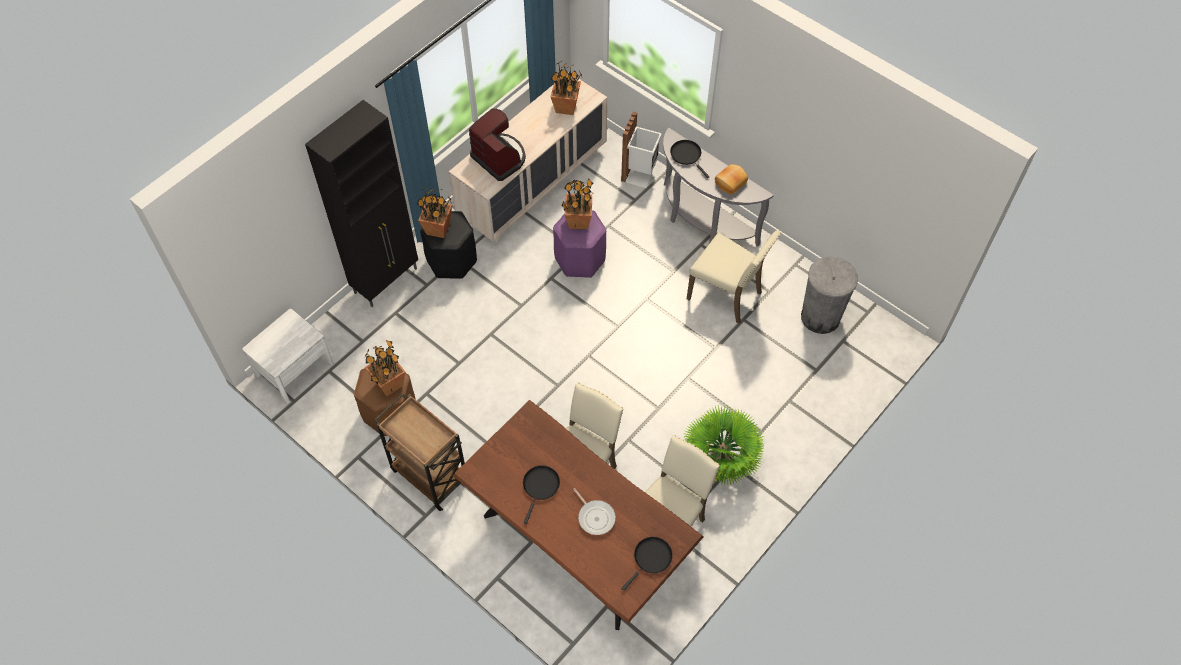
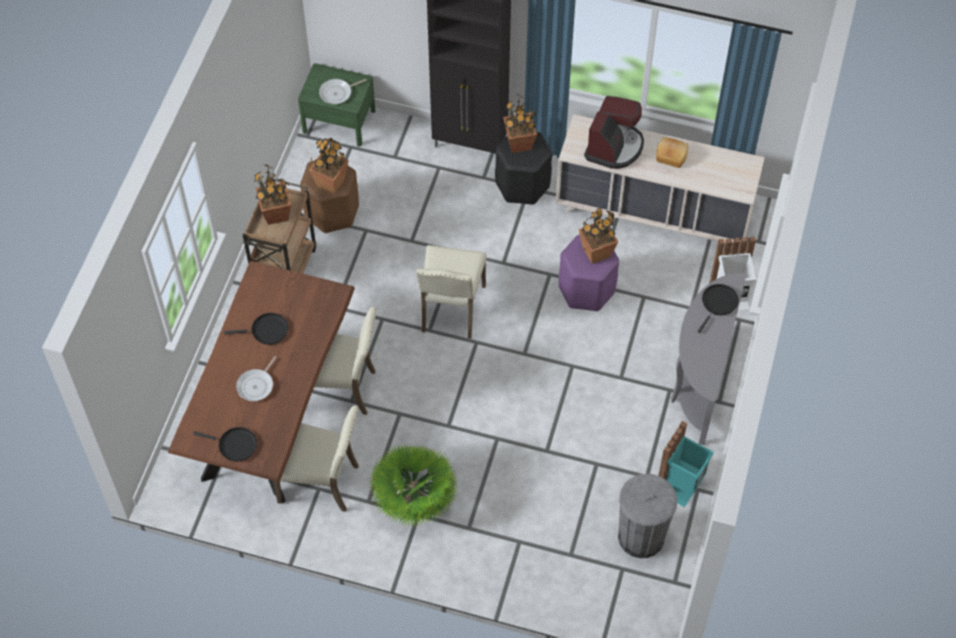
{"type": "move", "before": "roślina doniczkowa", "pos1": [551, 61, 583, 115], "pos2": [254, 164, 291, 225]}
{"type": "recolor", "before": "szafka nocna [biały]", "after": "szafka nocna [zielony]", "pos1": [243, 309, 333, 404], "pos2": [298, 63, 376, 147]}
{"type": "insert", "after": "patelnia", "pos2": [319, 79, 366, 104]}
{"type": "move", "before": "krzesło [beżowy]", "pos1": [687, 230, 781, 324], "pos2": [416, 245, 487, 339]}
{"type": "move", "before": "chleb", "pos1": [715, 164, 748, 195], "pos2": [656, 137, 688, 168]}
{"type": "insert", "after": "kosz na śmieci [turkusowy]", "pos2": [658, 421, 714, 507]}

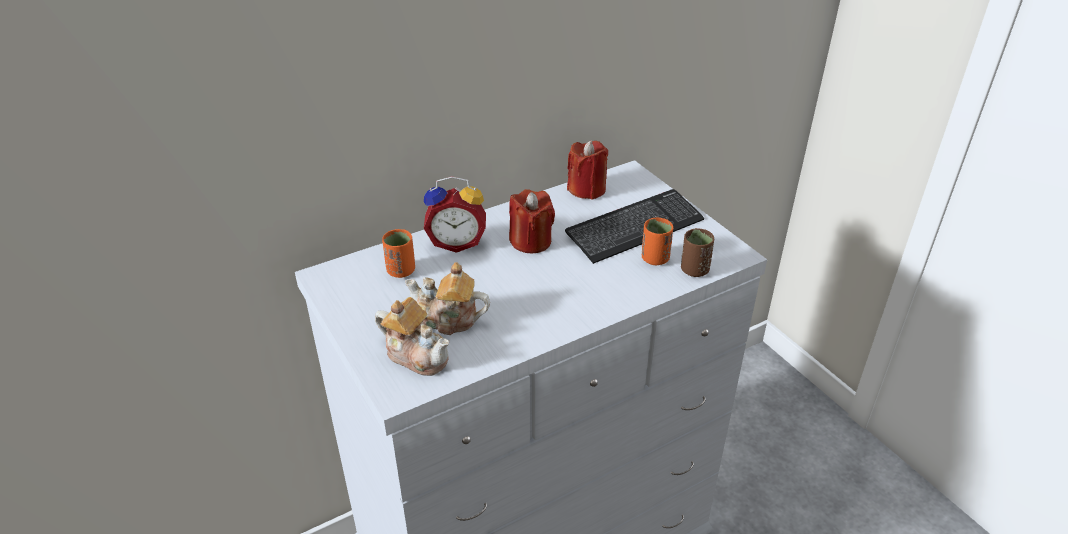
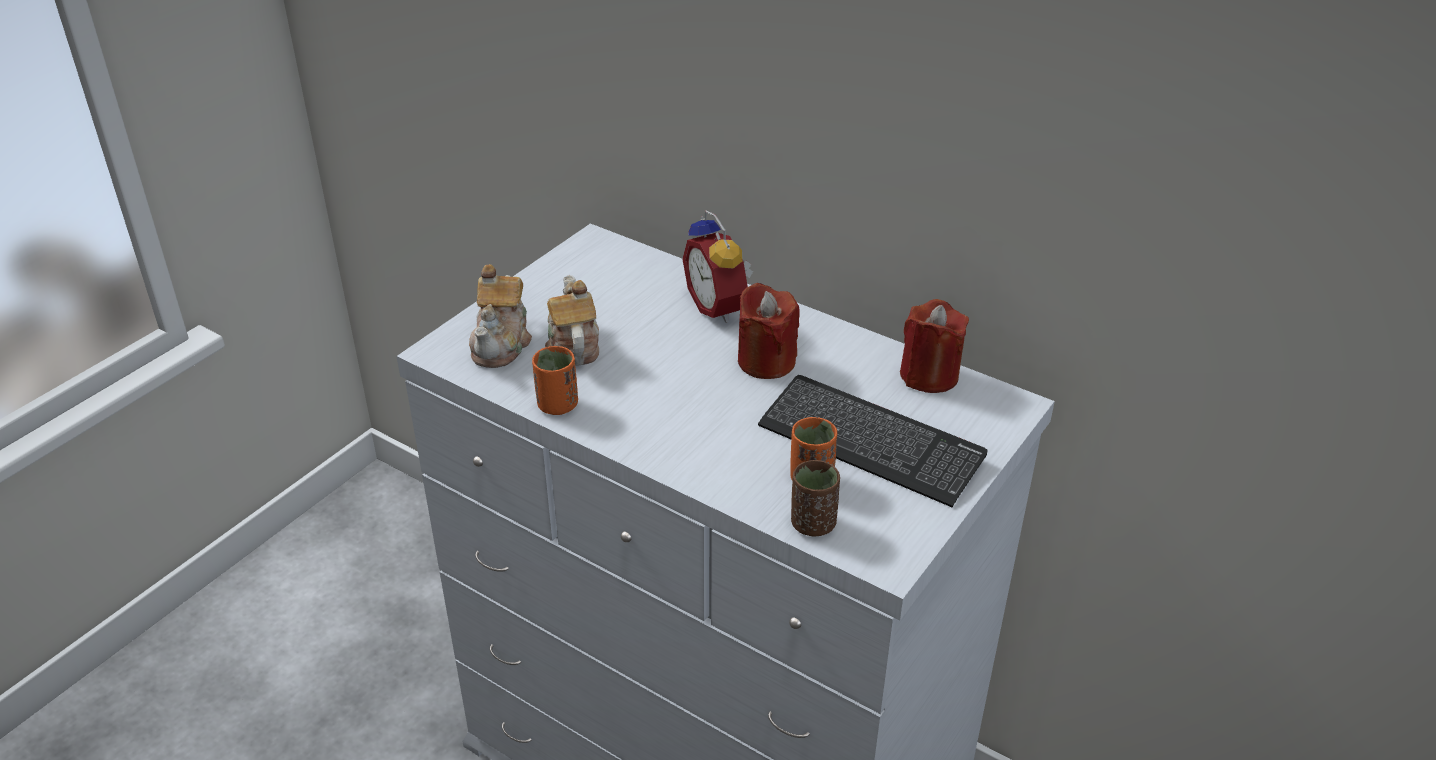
{"type": "move", "before": "filiżanka [pomarańczowy]", "pos1": [382, 229, 415, 278], "pos2": [532, 346, 578, 415]}

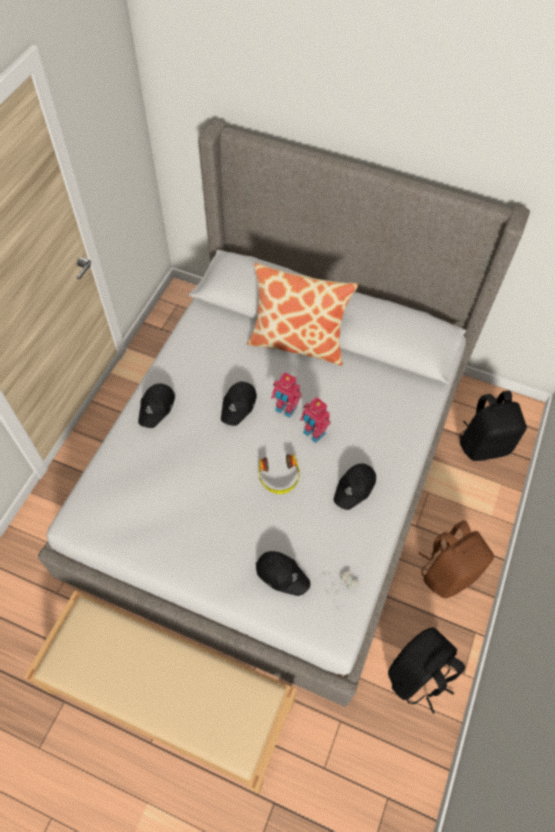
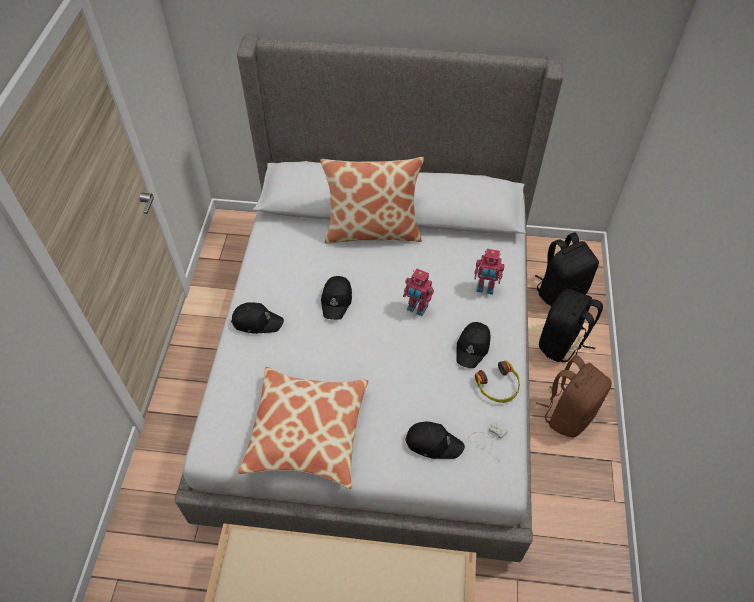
{"type": "rotate", "before": "czapka z daszkiem [czarny]", "pos1": [138, 383, 175, 428], "pos2": [231, 302, 284, 334], "turn": -90}
{"type": "insert", "after": "poduszka", "pos2": [238, 367, 368, 489]}
{"type": "move", "before": "robot zabawkowy", "pos1": [271, 372, 302, 418], "pos2": [474, 249, 505, 295]}
{"type": "move", "before": "słuchawki", "pos1": [259, 454, 300, 494], "pos2": [475, 360, 520, 403]}
{"type": "move", "before": "plecak [czarny]", "pos1": [388, 628, 465, 714], "pos2": [539, 289, 603, 362]}

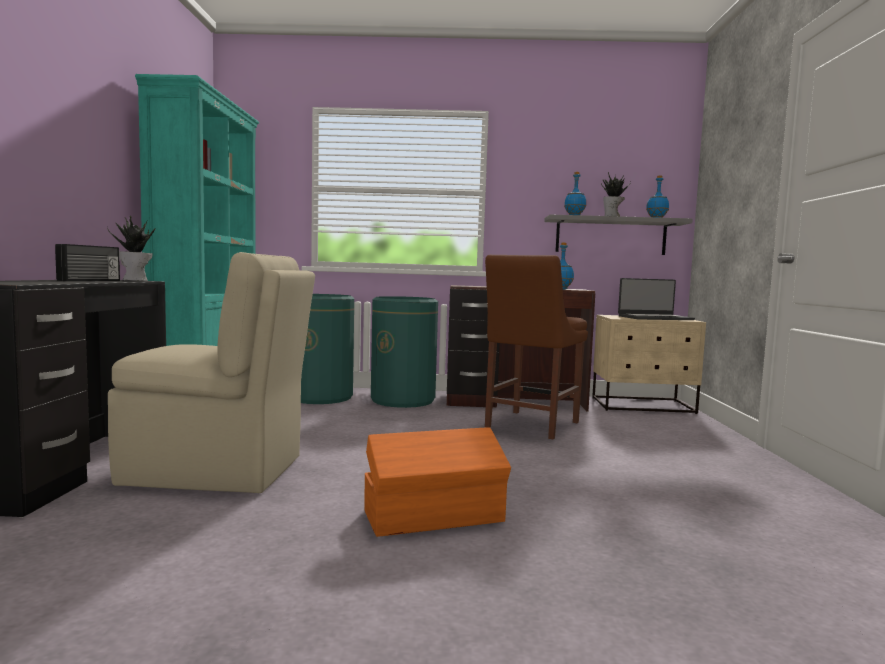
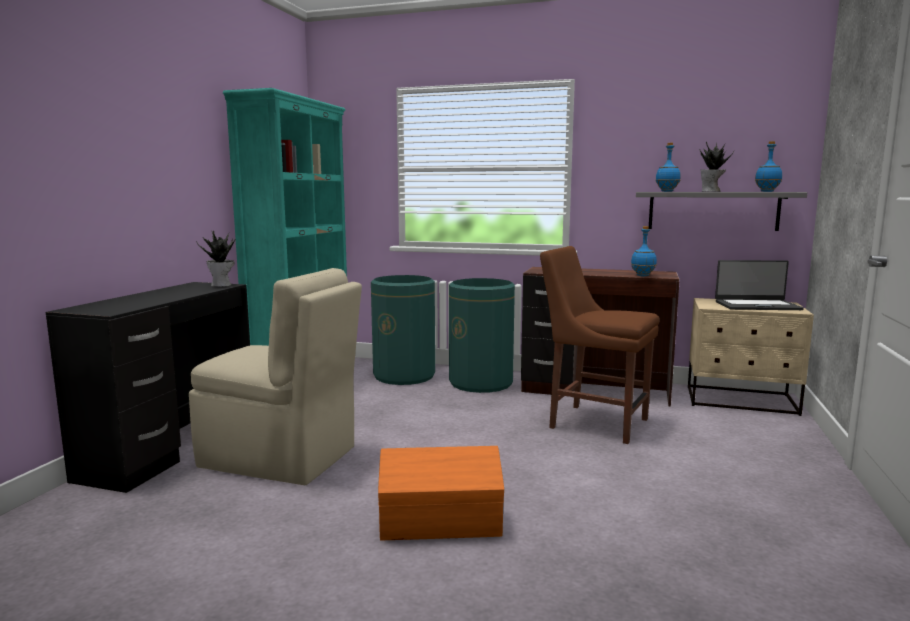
{"type": "rotate", "before": "krzesło [brązowy]", "pos1": [485, 255, 588, 439], "pos2": [540, 246, 660, 444], "turn": 75}
{"type": "delete", "before": "radio", "pos1": [55, 244, 120, 281]}

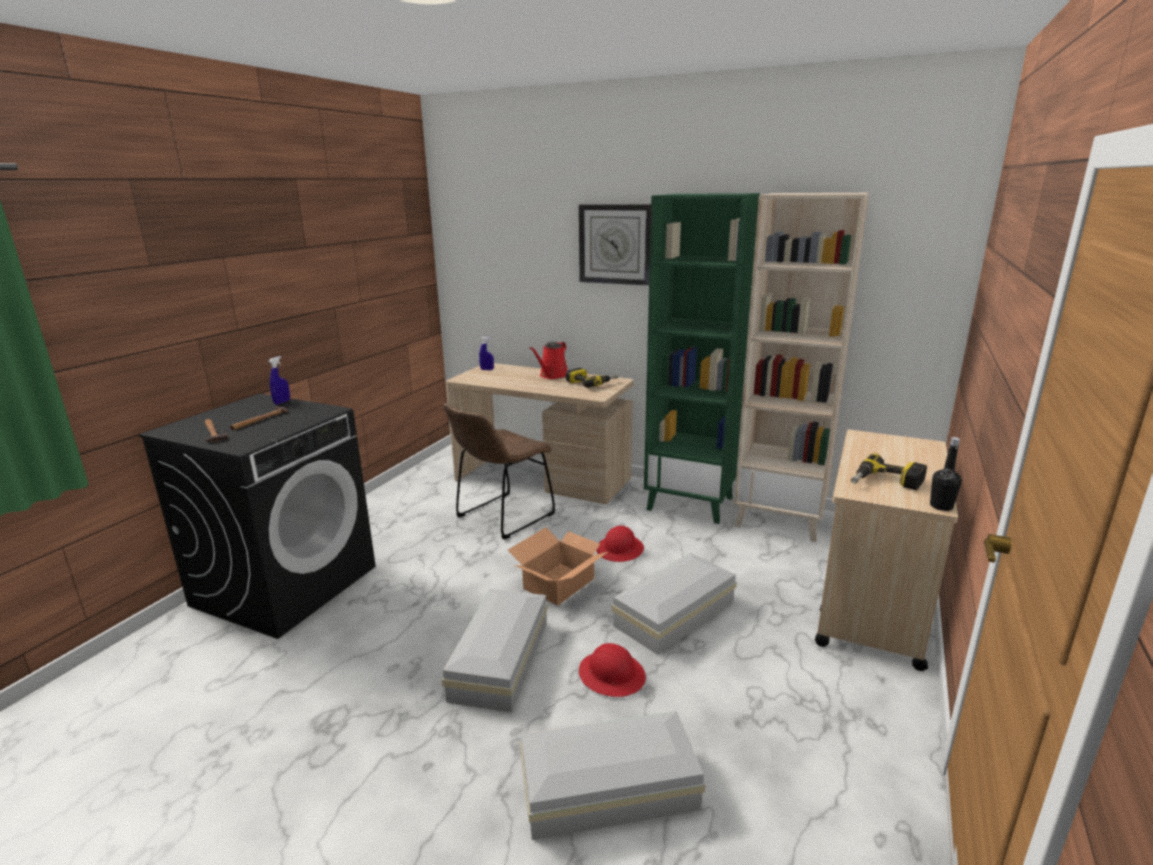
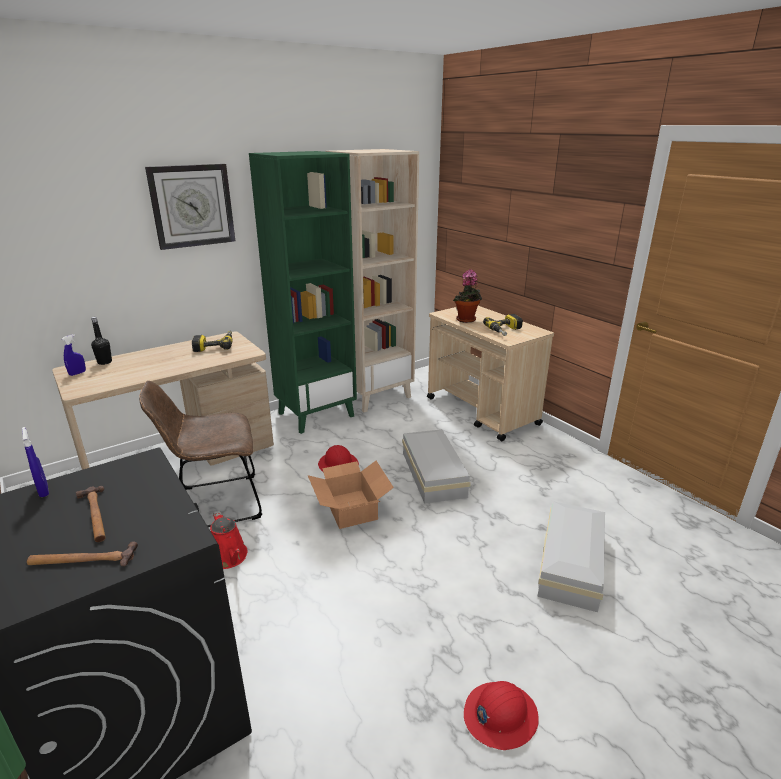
{"type": "move", "before": "butelka [czarny]", "pos1": [930, 437, 962, 511], "pos2": [91, 317, 112, 365]}
{"type": "rotate", "before": "krzesło [brązowy]", "pos1": [443, 403, 555, 539], "pos2": [139, 381, 262, 527], "turn": 90}
{"type": "move", "before": "konewka [czerwony]", "pos1": [529, 341, 567, 379], "pos2": [210, 511, 248, 569]}
{"type": "insert", "after": "roślina doniczkowa", "pos2": [453, 269, 482, 323]}
{"type": "move", "before": "kask [czerwony]", "pos1": [579, 643, 646, 697], "pos2": [464, 681, 539, 750]}
{"type": "delete", "before": "pojemnik do przechowywania [biały]", "pos1": [442, 589, 548, 712]}

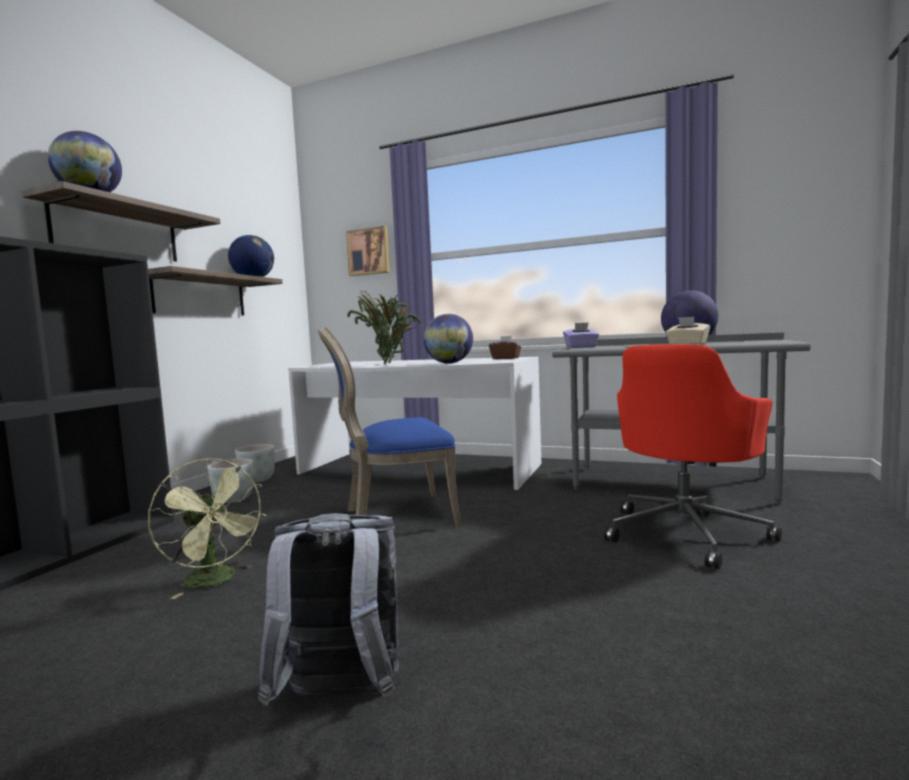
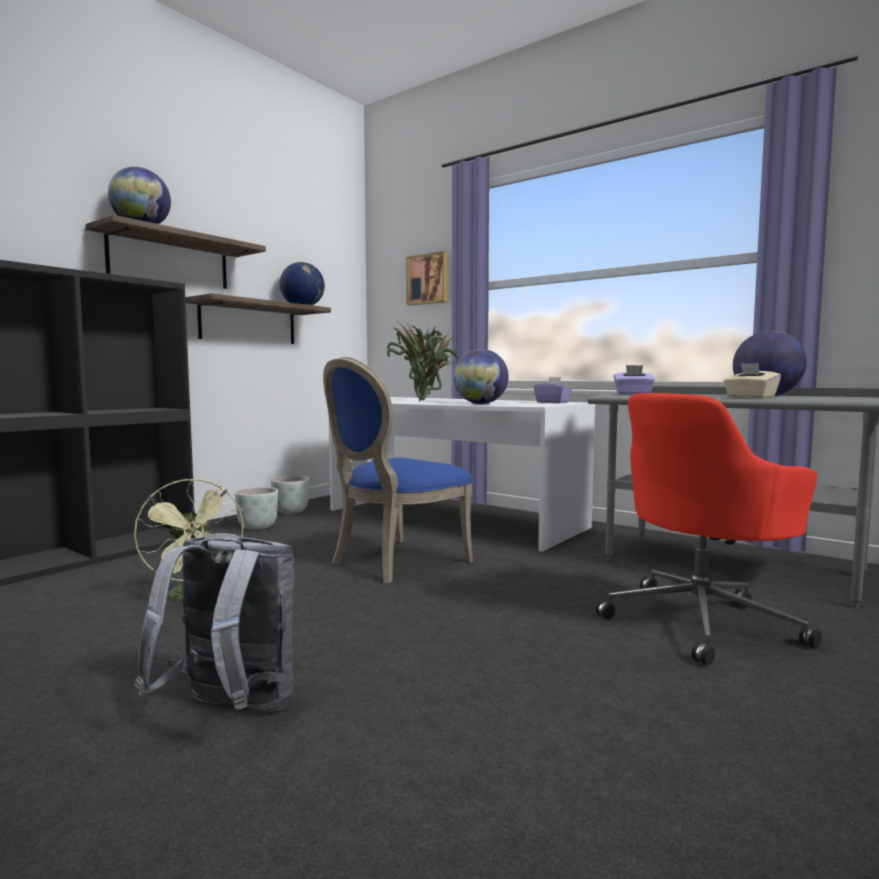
{"type": "rotate", "before": "krzesło [niebieski]", "pos1": [318, 327, 462, 527], "pos2": [323, 357, 473, 583], "turn": -45}
{"type": "recolor", "before": "pudełko chusteczek [brązowy]", "after": "pudełko chusteczek [fioletowy]", "pos1": [489, 336, 521, 359], "pos2": [534, 377, 572, 403]}

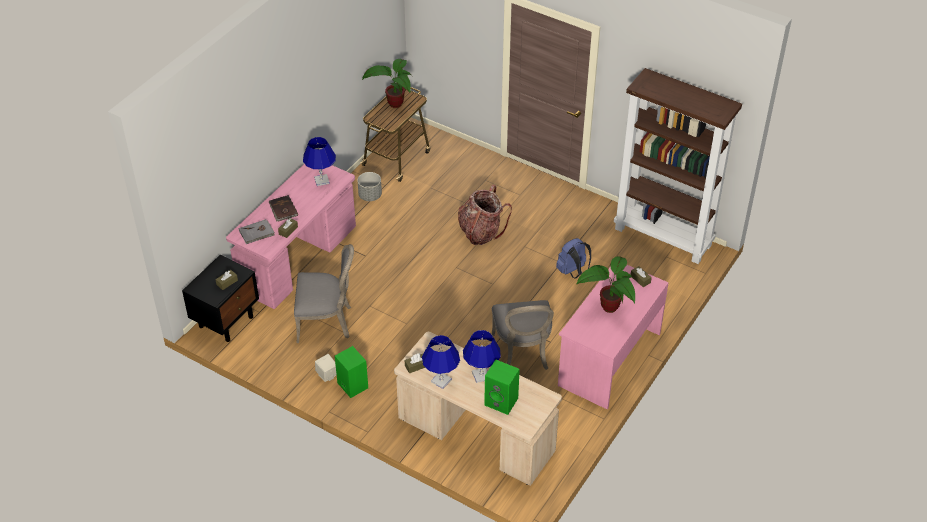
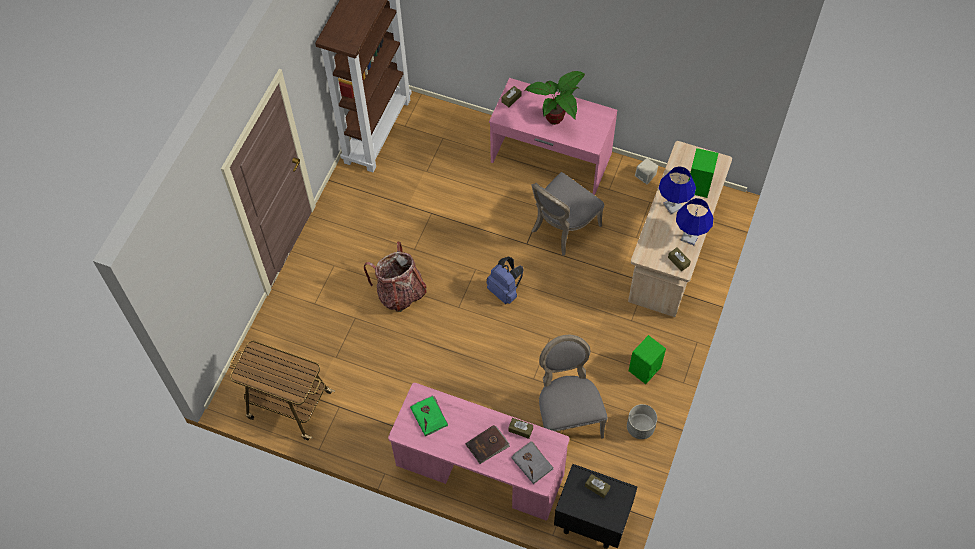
{"type": "replace", "before": "lampa stołowa [niebieski]", "after": "książka [zielony]", "pos1": [303, 137, 336, 186], "pos2": [410, 395, 448, 436]}
{"type": "move", "before": "plecak [niebieski]", "pos1": [556, 238, 591, 279], "pos2": [486, 257, 524, 304]}
{"type": "rotate", "before": "krzesło [szary]", "pos1": [492, 300, 554, 370], "pos2": [531, 172, 604, 256], "turn": 150}
{"type": "move", "before": "donica [szary]", "pos1": [357, 172, 382, 201], "pos2": [627, 404, 657, 439]}
{"type": "move", "before": "głośnik [beżowy]", "pos1": [315, 354, 337, 382], "pos2": [635, 158, 658, 184]}
{"type": "delete", "before": "roślina doniczkowa", "pos1": [362, 59, 412, 108]}

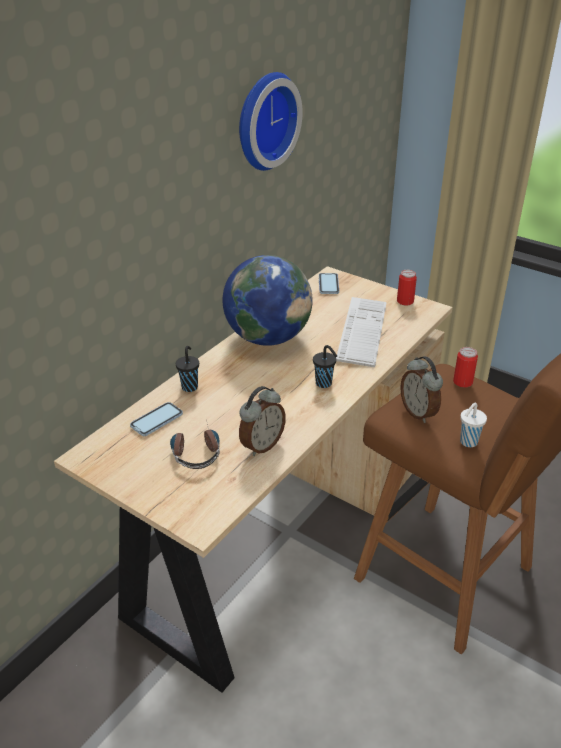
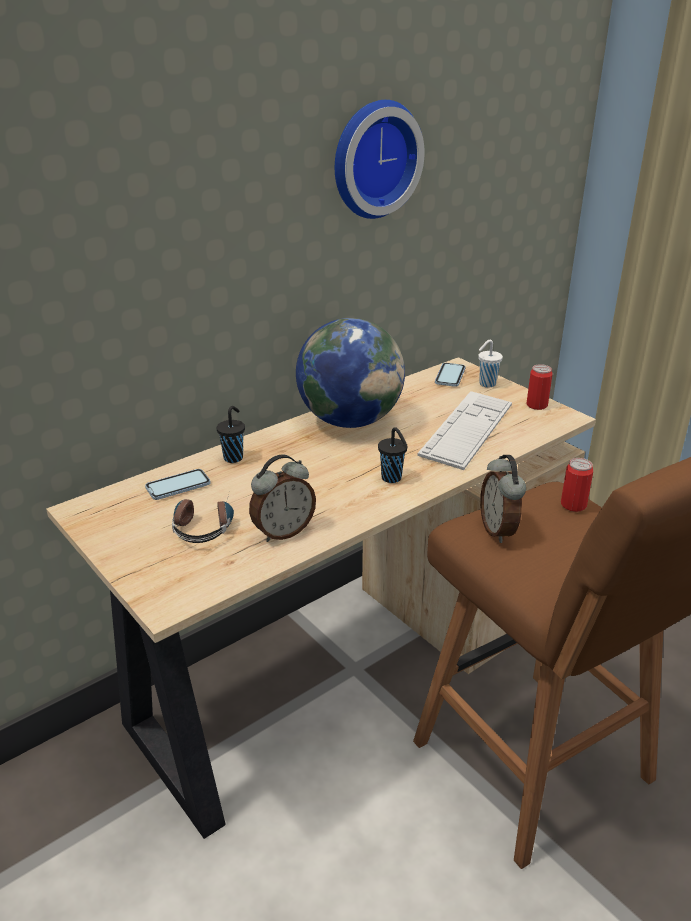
{"type": "move", "before": "filiżanka [biały]", "pos1": [460, 403, 487, 447], "pos2": [478, 340, 503, 387]}

